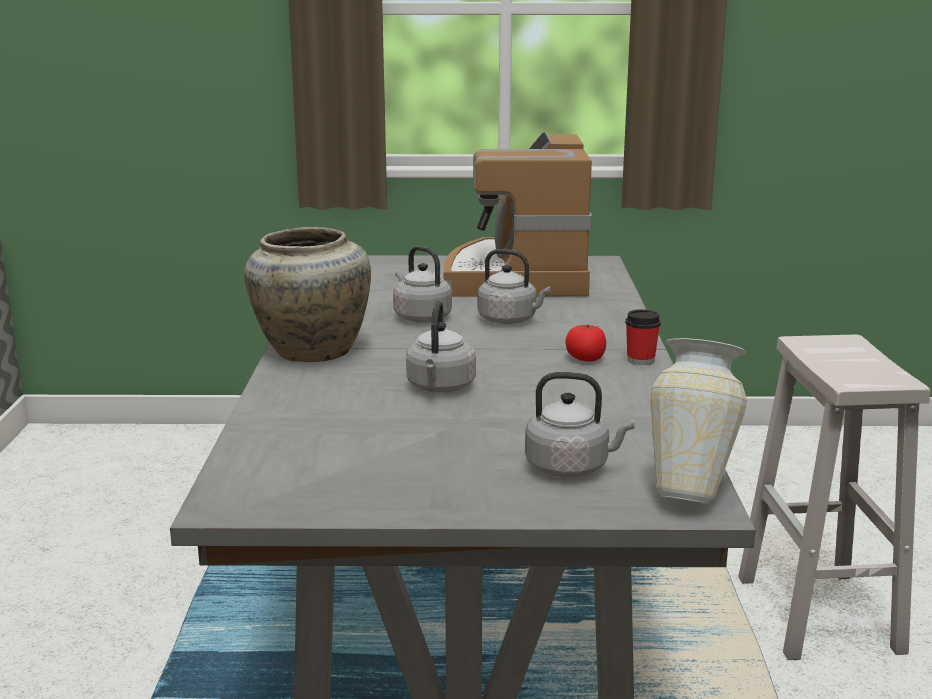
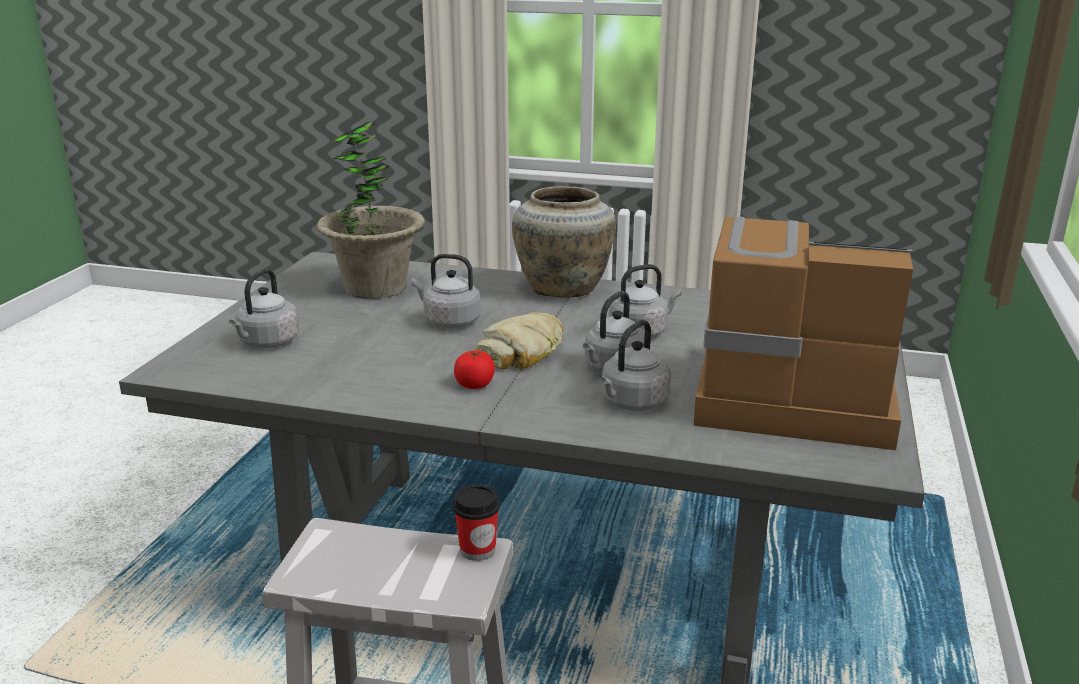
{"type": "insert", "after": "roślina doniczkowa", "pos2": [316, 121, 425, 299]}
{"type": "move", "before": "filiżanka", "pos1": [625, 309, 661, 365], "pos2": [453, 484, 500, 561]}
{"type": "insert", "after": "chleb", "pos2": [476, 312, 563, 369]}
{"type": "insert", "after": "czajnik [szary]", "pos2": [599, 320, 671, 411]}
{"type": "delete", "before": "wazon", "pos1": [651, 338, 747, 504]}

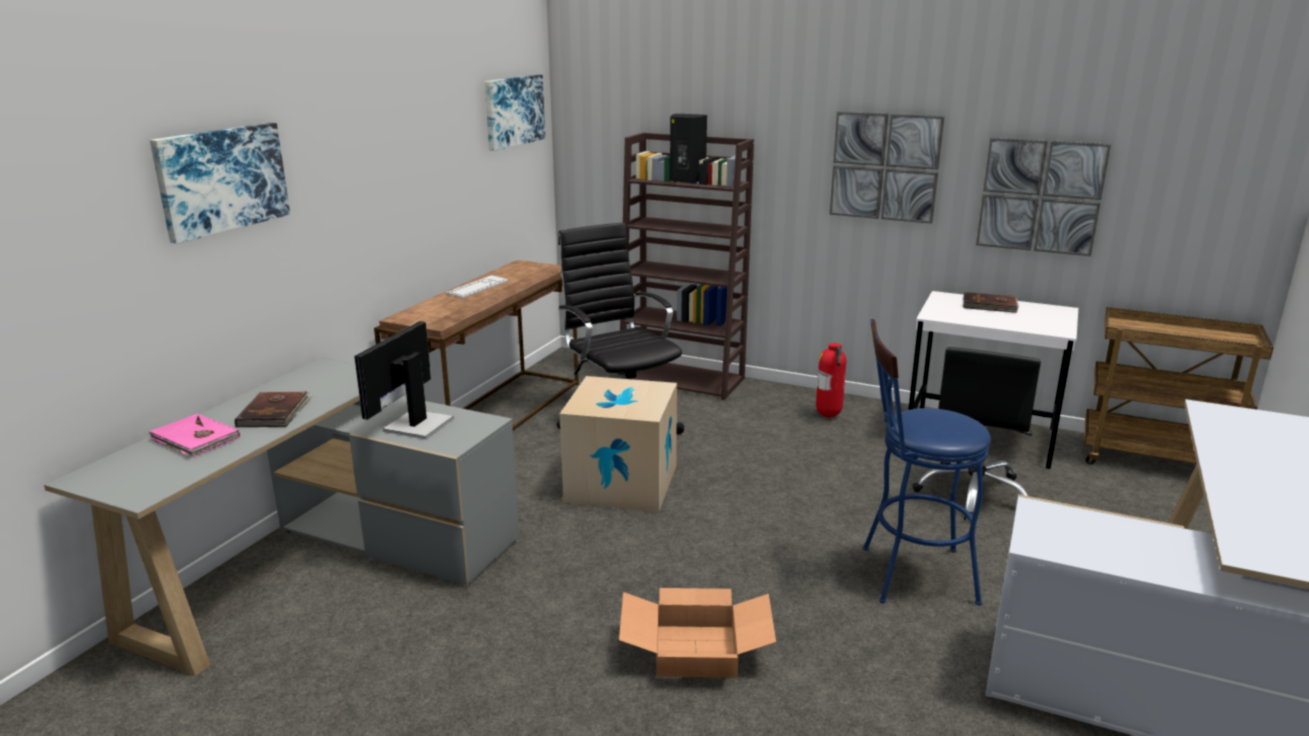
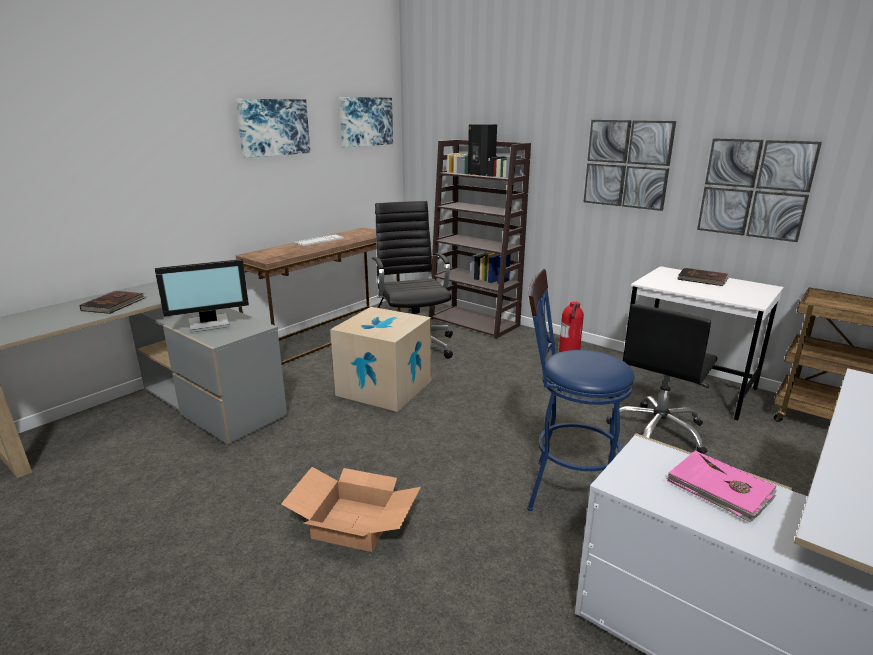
{"type": "rotate", "before": "monitor", "pos1": [354, 321, 454, 439], "pos2": [155, 259, 249, 332], "turn": -150}
{"type": "move", "before": "obraz", "pos1": [150, 123, 290, 244], "pos2": [235, 99, 310, 158]}
{"type": "move", "before": "książka [różowy]", "pos1": [149, 414, 240, 457], "pos2": [666, 451, 777, 522]}

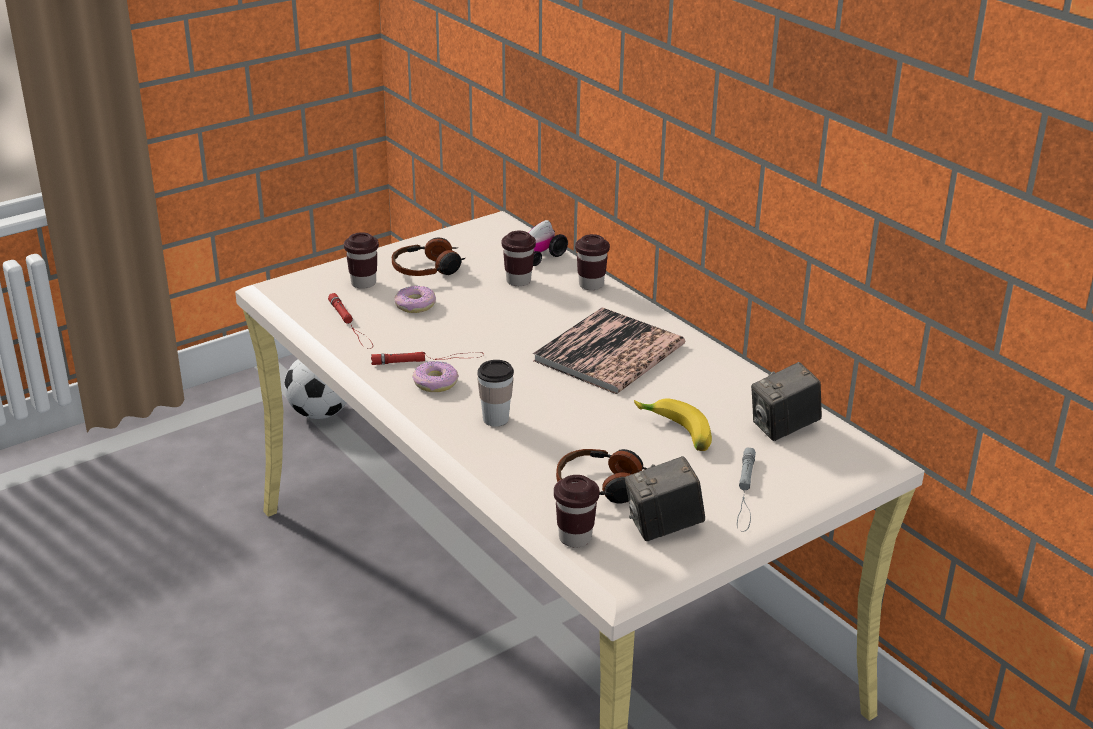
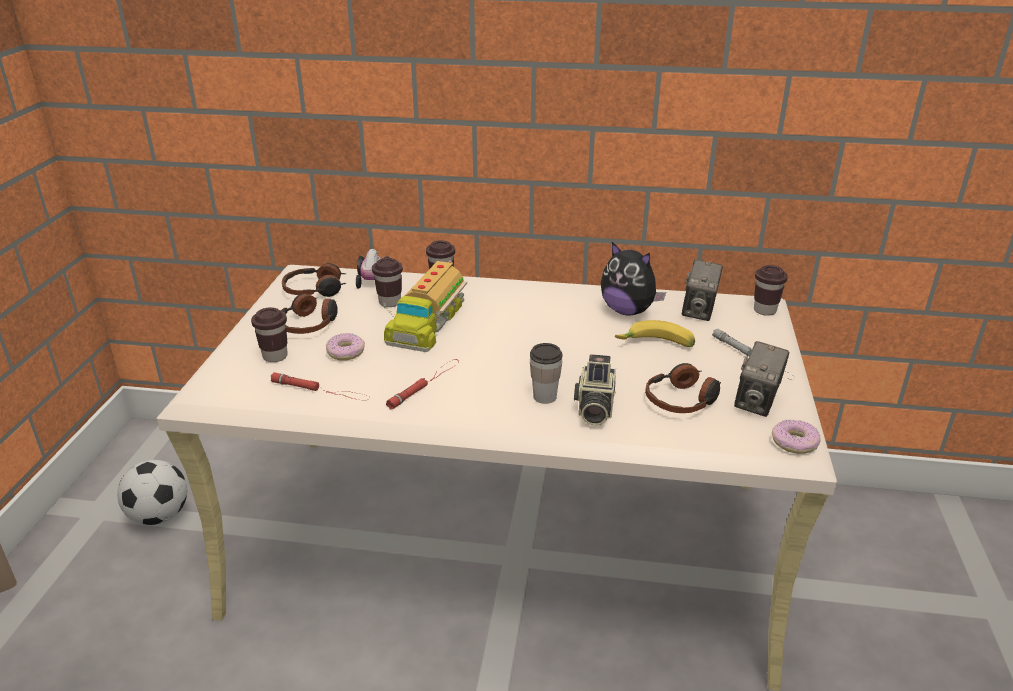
{"type": "insert", "after": "słuchawki", "pos2": [282, 263, 346, 297]}
{"type": "insert", "after": "ciężarówka zabawkowa", "pos2": [383, 261, 467, 352]}
{"type": "insert", "after": "aparat fotograficzny", "pos2": [574, 354, 616, 425]}
{"type": "insert", "after": "pluszak", "pos2": [600, 242, 666, 316]}
{"type": "move", "before": "filiżanka [brązowy]", "pos1": [554, 475, 600, 548], "pos2": [754, 265, 788, 316]}
{"type": "move", "before": "donut", "pos1": [412, 361, 459, 392], "pos2": [772, 420, 821, 454]}
{"type": "delete", "before": "książka", "pos1": [533, 307, 685, 394]}

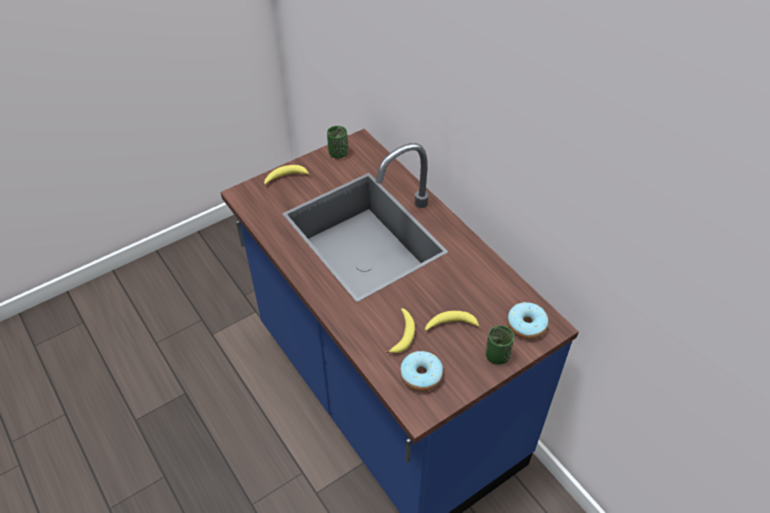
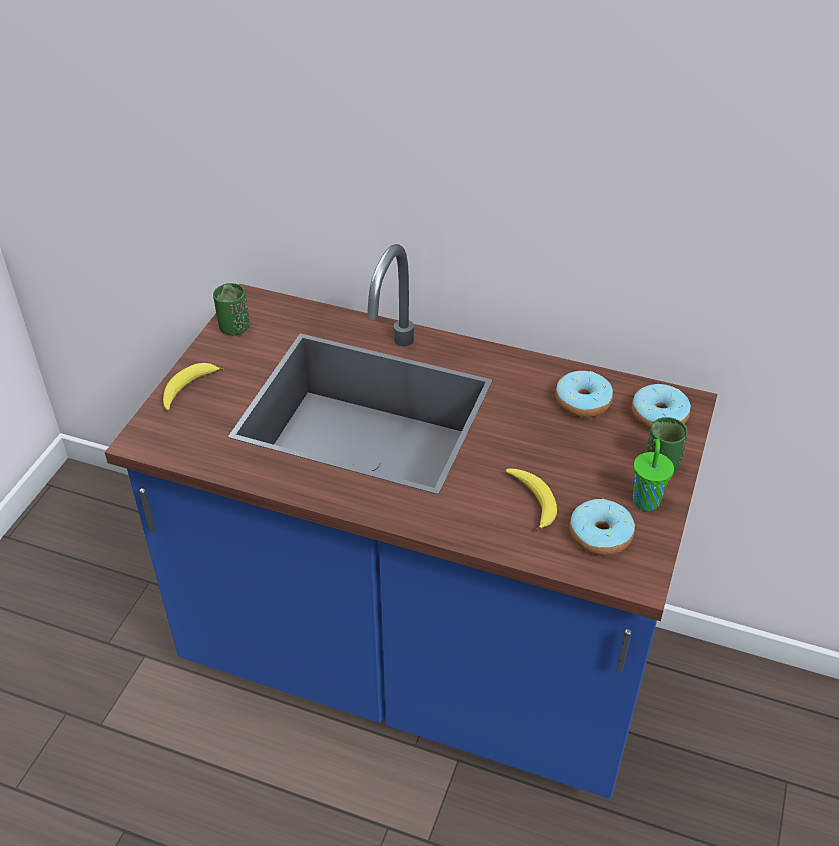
{"type": "insert", "after": "donut", "pos2": [555, 371, 613, 418]}
{"type": "insert", "after": "filiżanka [zielony]", "pos2": [633, 439, 674, 511]}
{"type": "delete", "before": "banan", "pos1": [425, 311, 481, 331]}

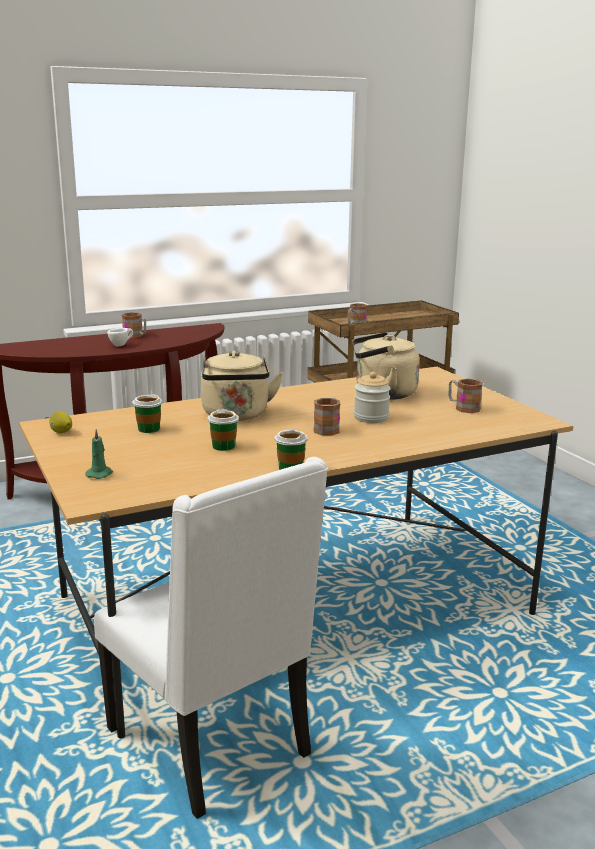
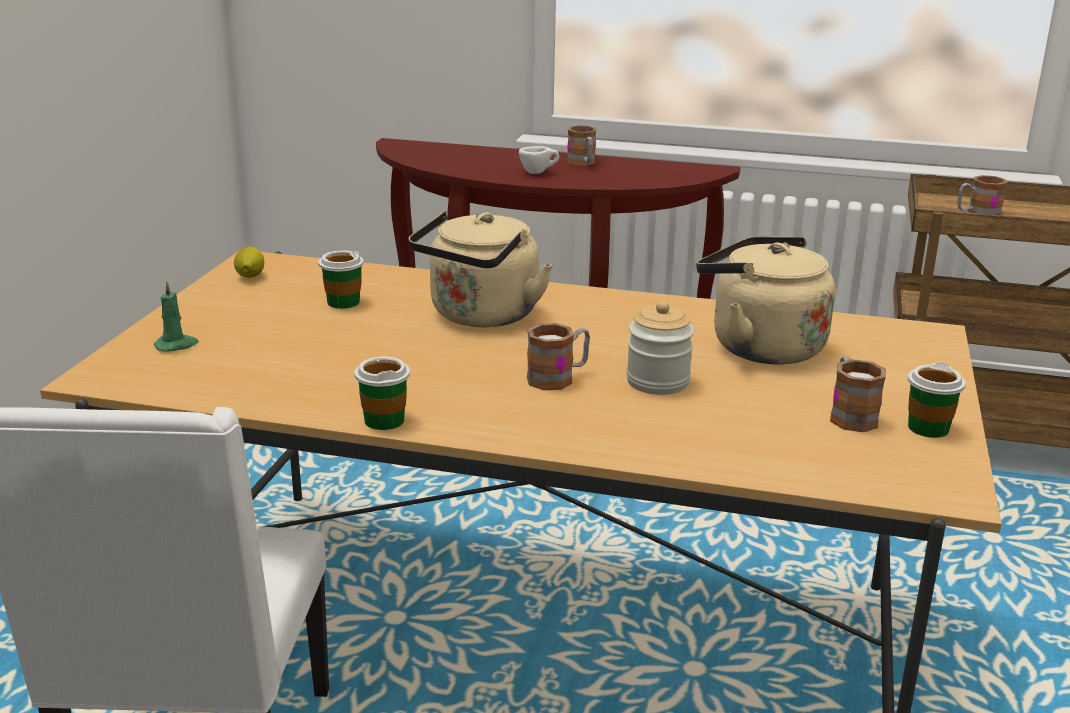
{"type": "move", "before": "filiżanka", "pos1": [207, 409, 239, 451], "pos2": [908, 362, 966, 438]}

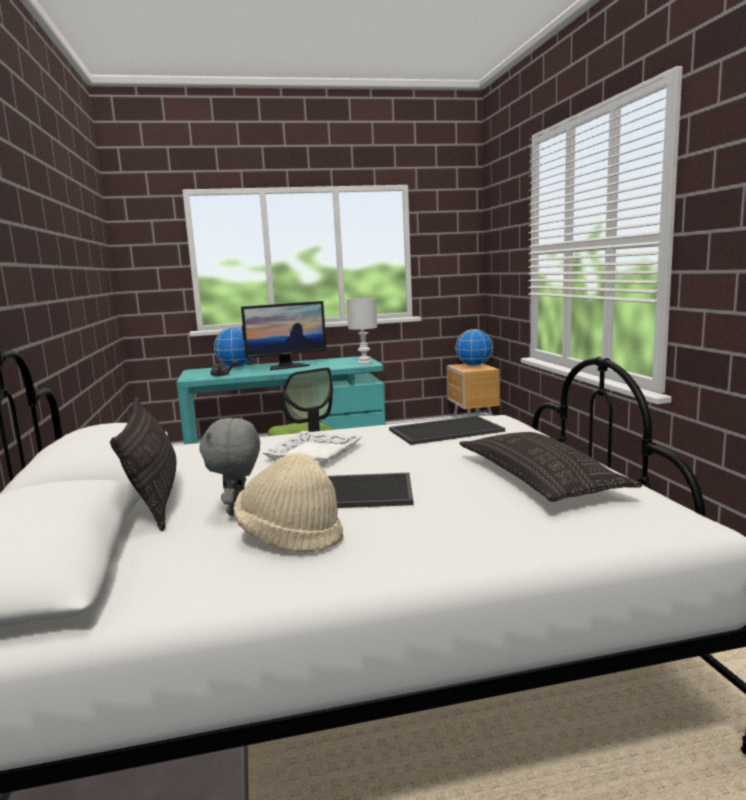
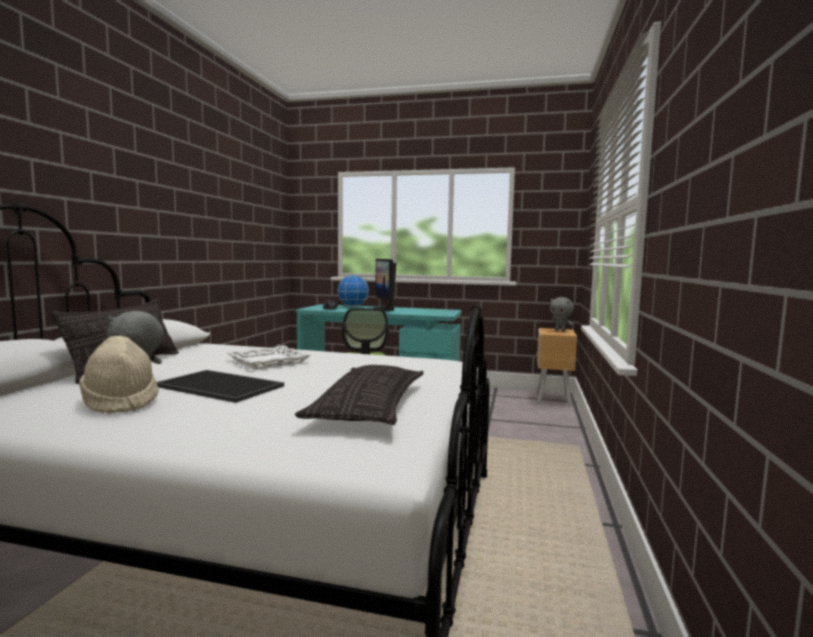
{"type": "rotate", "before": "monitor", "pos1": [241, 301, 326, 370], "pos2": [374, 259, 396, 311], "turn": 75}
{"type": "replace", "before": "globus", "after": "pluszak [szary]", "pos1": [455, 329, 493, 366], "pos2": [549, 297, 574, 332]}
{"type": "delete", "before": "lampa stołowa [biały]", "pos1": [347, 298, 377, 364]}
{"type": "delete", "before": "taca", "pos1": [389, 416, 505, 445]}

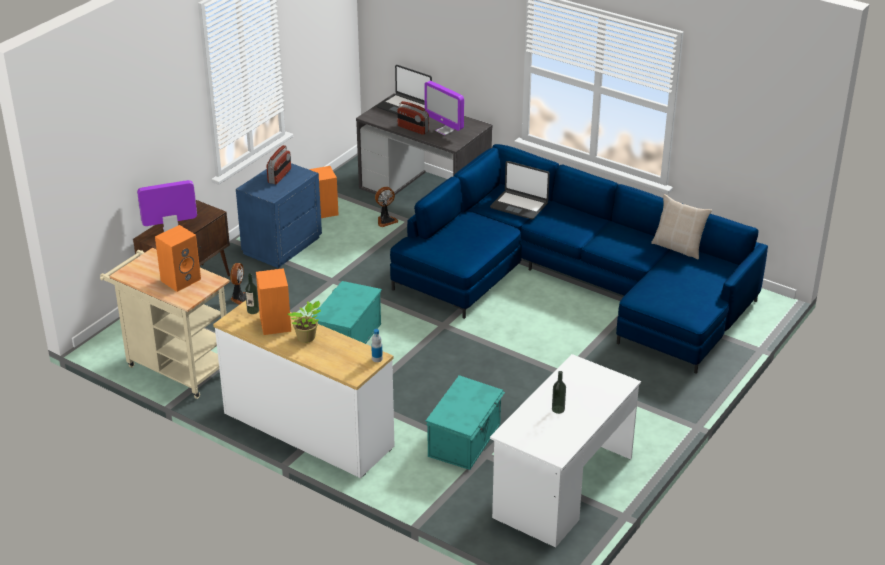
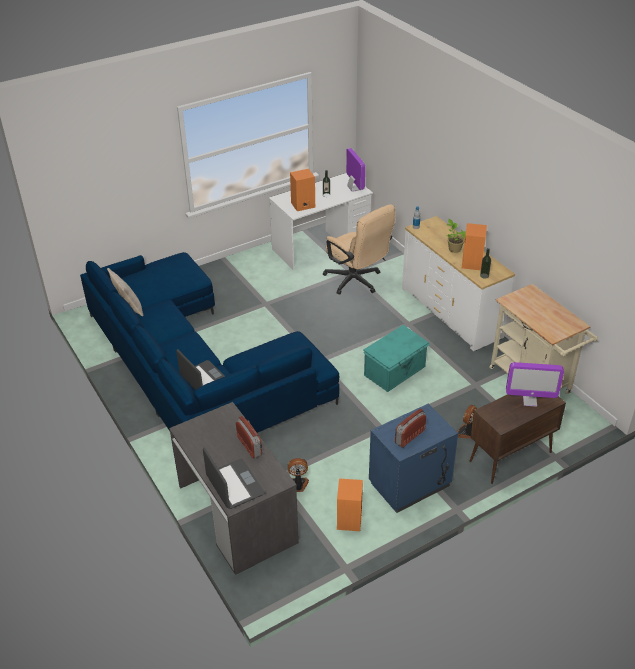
{"type": "move", "before": "głośnik [pomarańczowy]", "pos1": [155, 225, 201, 292], "pos2": [290, 169, 315, 211]}
{"type": "replace", "before": "pojemnik do przechowywania [turkusowy]", "after": "krzesło biurowe [beżowy]", "pos1": [426, 375, 505, 470], "pos2": [323, 204, 396, 295]}
{"type": "move", "before": "monitor", "pos1": [424, 81, 464, 135], "pos2": [346, 148, 365, 192]}

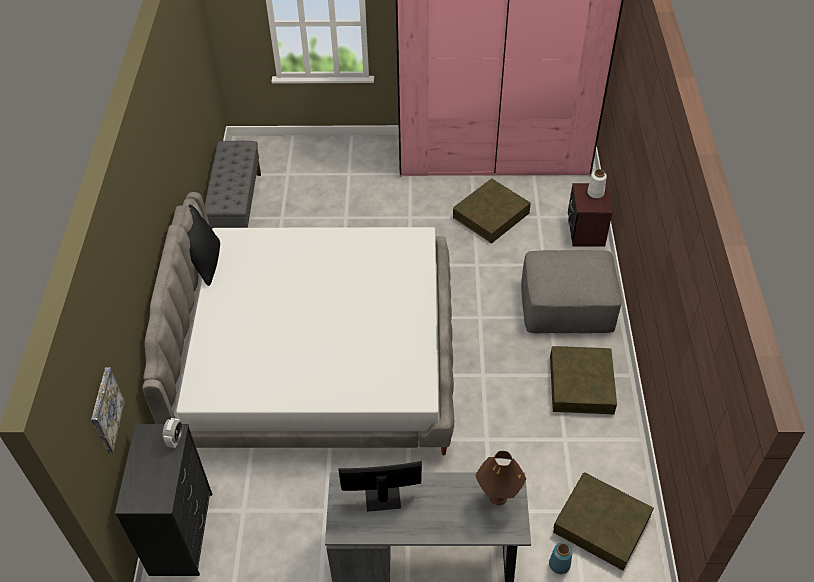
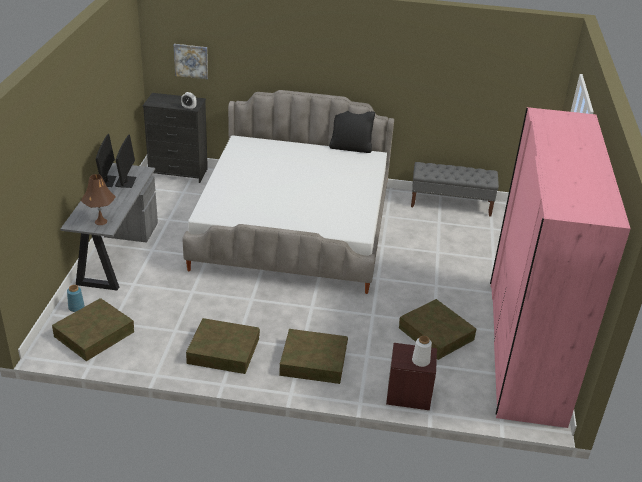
{"type": "insert", "after": "monitor", "pos2": [96, 134, 117, 187]}
{"type": "replace", "before": "pufa [szary]", "after": "pojemnik do przechowywania [brązowy]", "pos1": [521, 250, 621, 333], "pos2": [279, 329, 348, 384]}

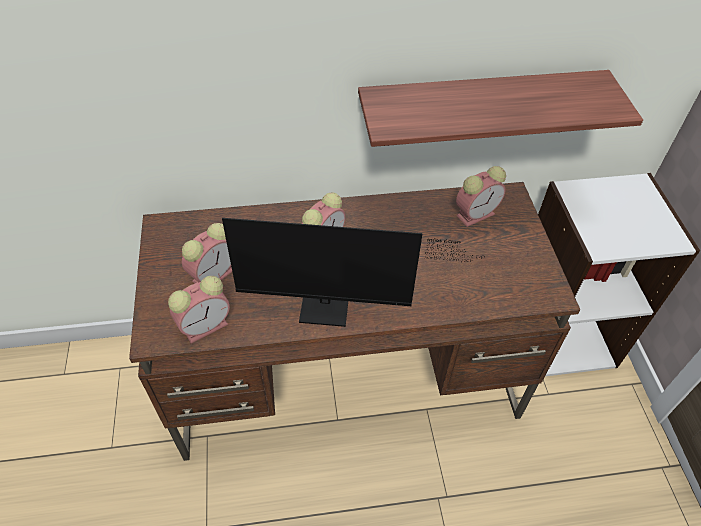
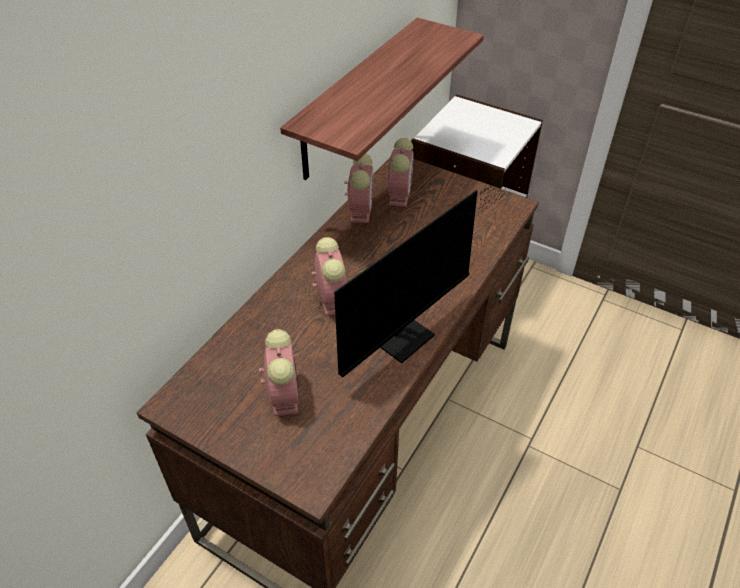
{"type": "move", "before": "budzik", "pos1": [168, 276, 230, 343], "pos2": [344, 154, 373, 223]}

